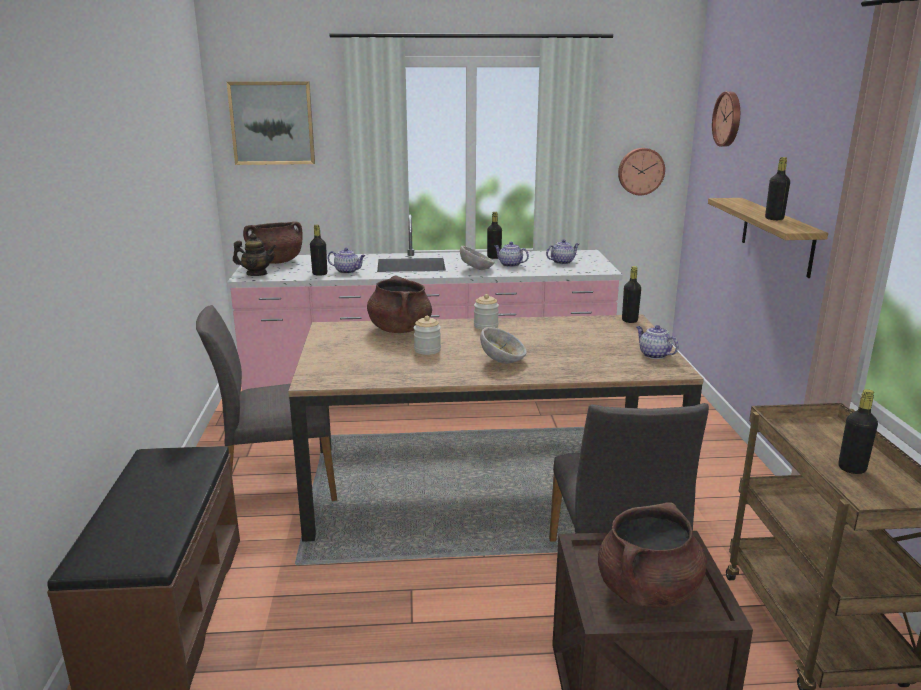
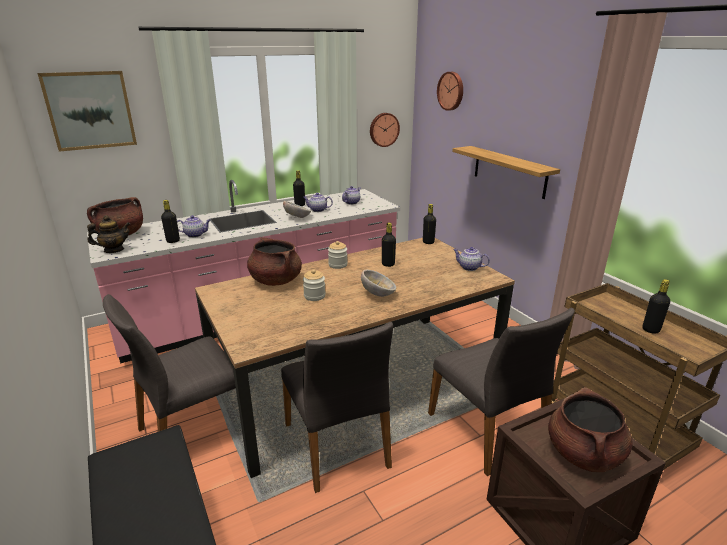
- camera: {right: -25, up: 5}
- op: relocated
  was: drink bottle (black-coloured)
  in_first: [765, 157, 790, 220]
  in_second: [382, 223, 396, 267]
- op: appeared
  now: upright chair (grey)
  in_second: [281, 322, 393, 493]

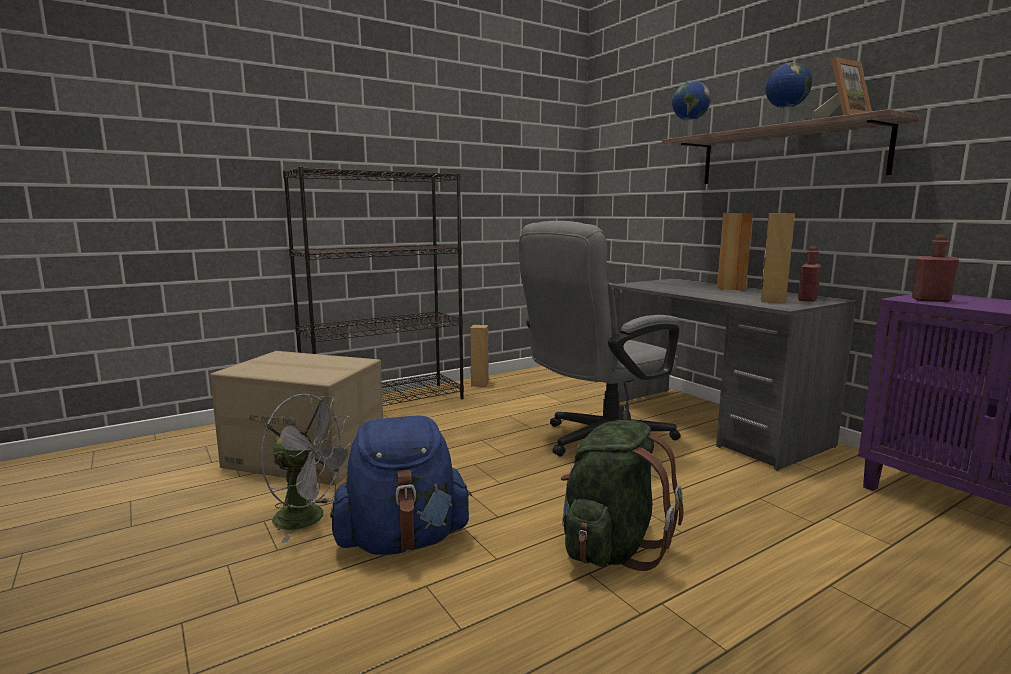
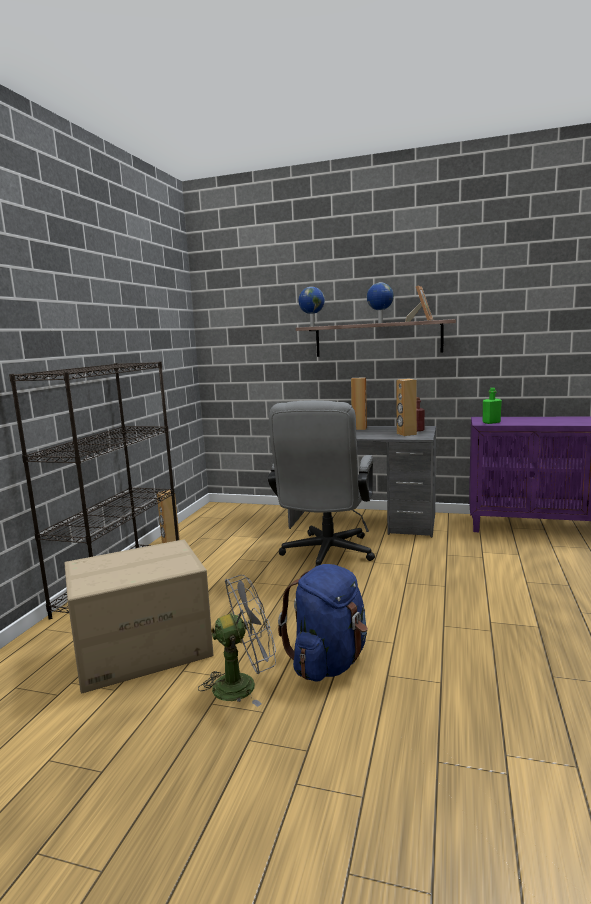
- camera: {right: -40, up: 0}
- op: missing
  was: rucksack (greenish)
  in_first: [561, 420, 684, 571]
- op: colour
  was: drink bottle (reddish)
  now: drink bottle (greenish)
  in_first: [912, 235, 959, 302]
  in_second: [483, 388, 502, 424]

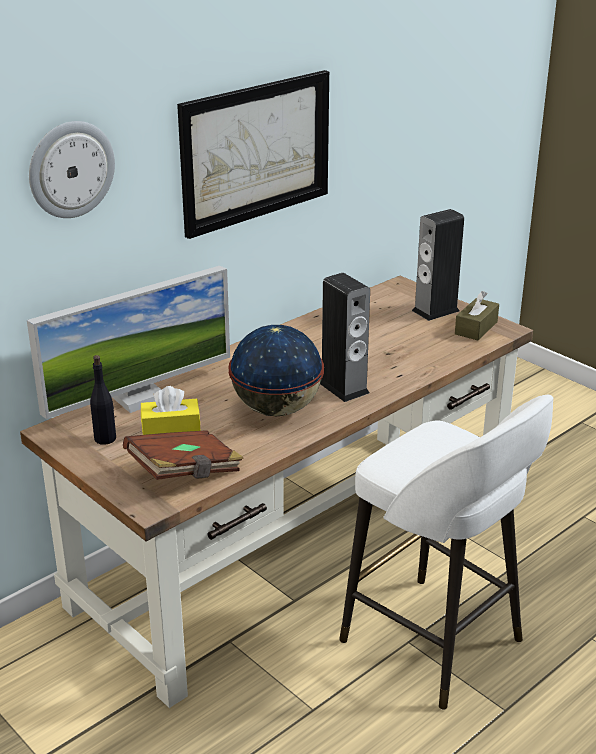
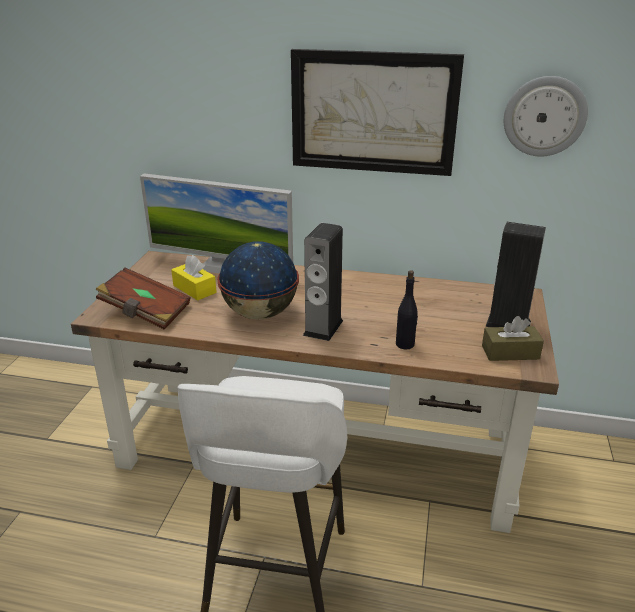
- camera: {right: 55, up: 0}
- op: relocated
  was: hanging clock
  in_first: [29, 121, 115, 218]
  in_second: [504, 76, 588, 156]
- op: relocated
  was: drink bottle (black-coloured)
  in_first: [90, 355, 116, 445]
  in_second: [396, 270, 418, 349]

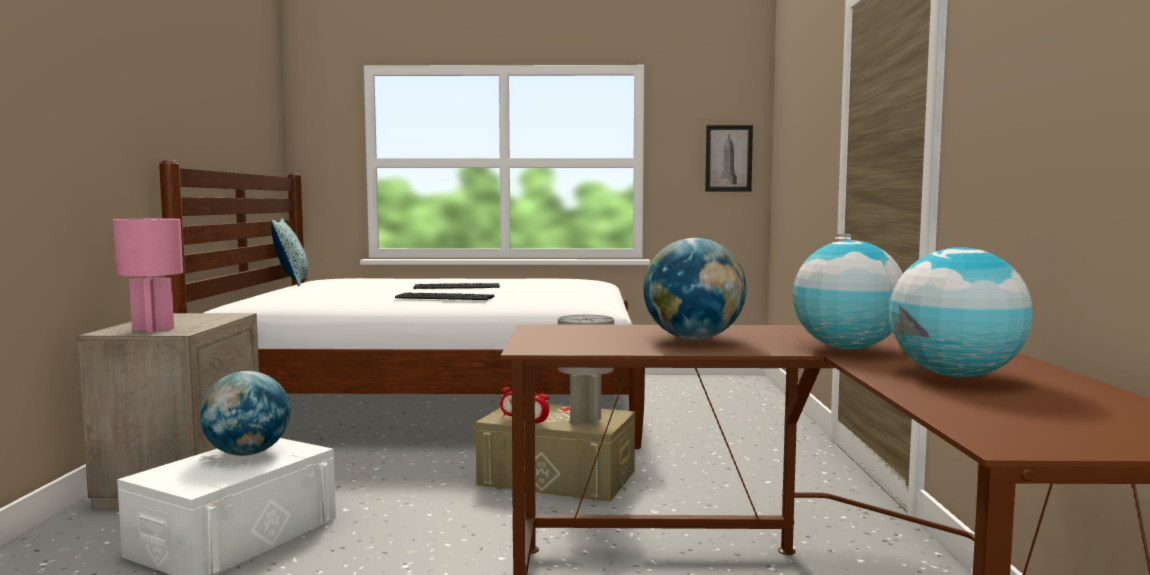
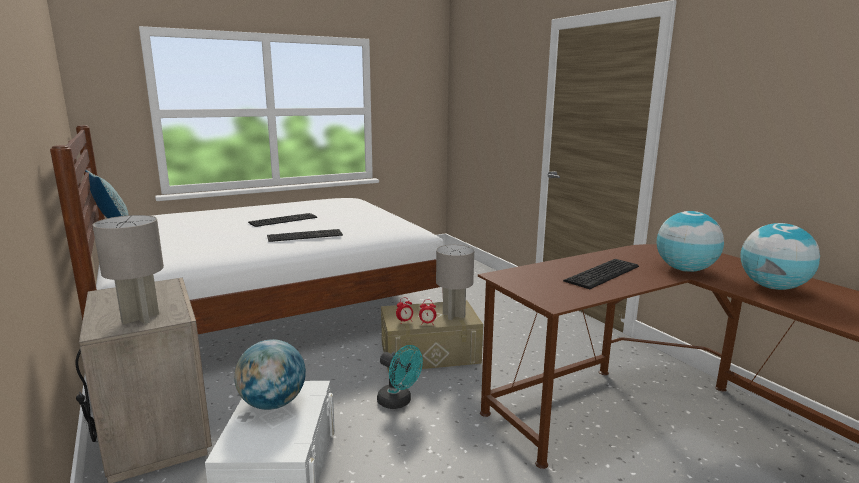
- camera: {right: -30, up: 10}
- op: colour
  was: lamp for a table (pink-coloured)
  now: lamp for a table (grey)
  in_first: [113, 219, 183, 333]
  in_second: [93, 215, 164, 324]
- op: exchanged
  was: globe
  now: keyboard
  in_first: [643, 238, 746, 340]
  in_second: [563, 259, 639, 289]
- op: missing
  was: wall picture
  in_first: [705, 125, 753, 191]
- op: appeared
  now: fan (blue-green)
  in_second: [377, 345, 423, 409]

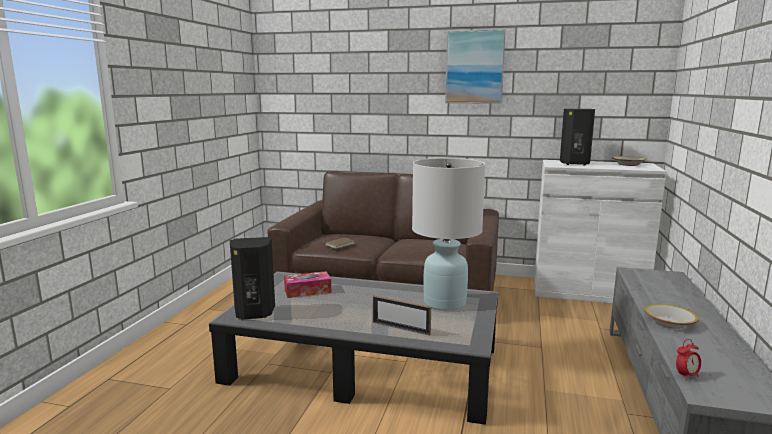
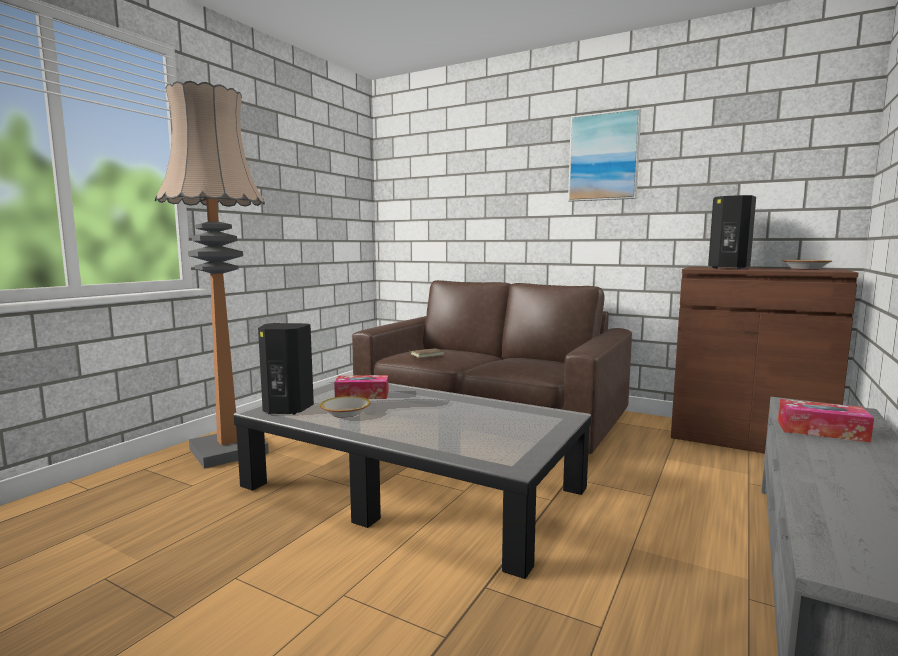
- camera: {right: 15, up: -5}
- op: missing
  was: photo frame
  in_first: [373, 295, 431, 336]
- op: missing
  was: lamp for a table (whitish)
  in_first: [412, 158, 486, 311]
- op: colour
  was: cabinet (whitish)
  now: cabinet (brownish)
  in_first: [534, 160, 667, 304]
  in_second: [671, 267, 858, 453]
- op: relocated
  was: deep dish
  in_first: [644, 304, 699, 328]
  in_second: [320, 396, 371, 418]
- op: missing
  was: bedside clock
  in_first: [676, 339, 701, 381]
- op: appeared
  now: floor lamp
  in_second: [155, 81, 269, 469]
- op: appeared
  now: box of tissues
  in_second: [778, 399, 874, 442]

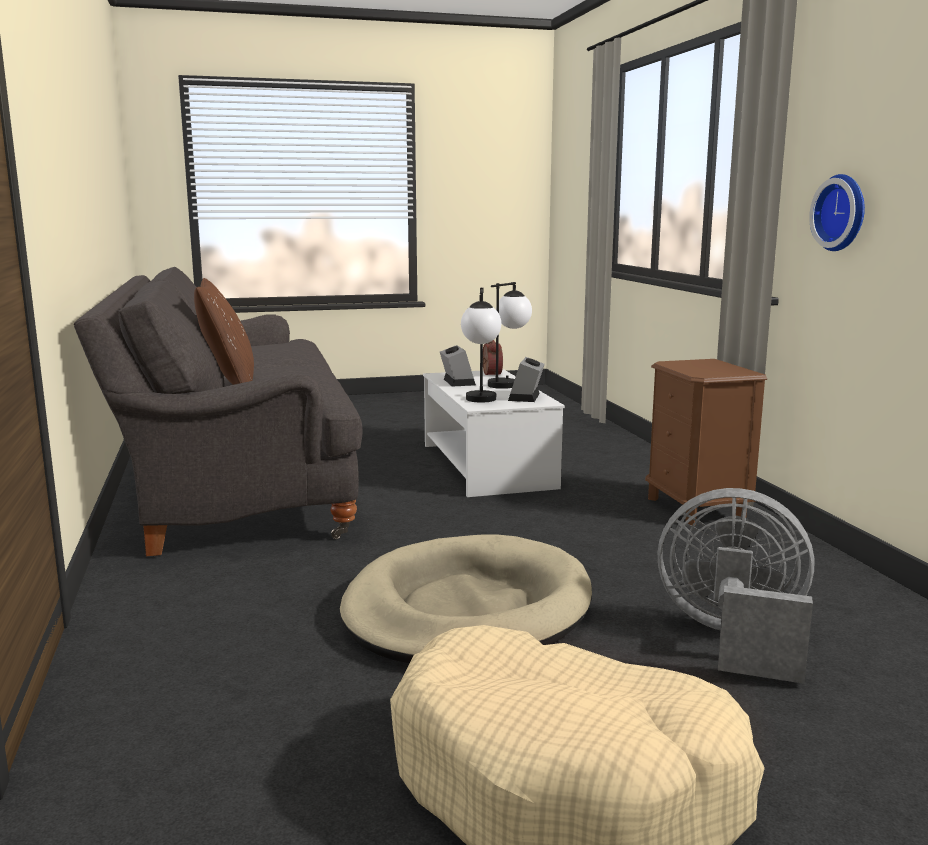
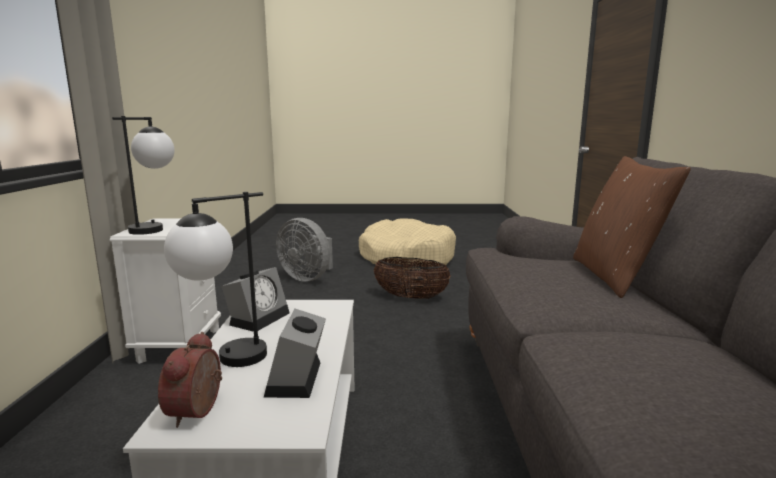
- camera: {right: -165, up: 0}
- op: exchanged
  was: pet bed (beige)
  now: household basket
  in_first: [340, 534, 592, 664]
  in_second: [374, 257, 451, 299]
- op: relocated
  was: lamp for a table
  in_first: [461, 288, 501, 403]
  in_second: [112, 116, 175, 235]
- op: colour
  was: bedside table (brownish)
  now: bedside table (whitish)
  in_first: [645, 359, 767, 525]
  in_second: [110, 218, 221, 364]
- op: missing
  was: hanging clock
  in_first: [809, 174, 865, 251]

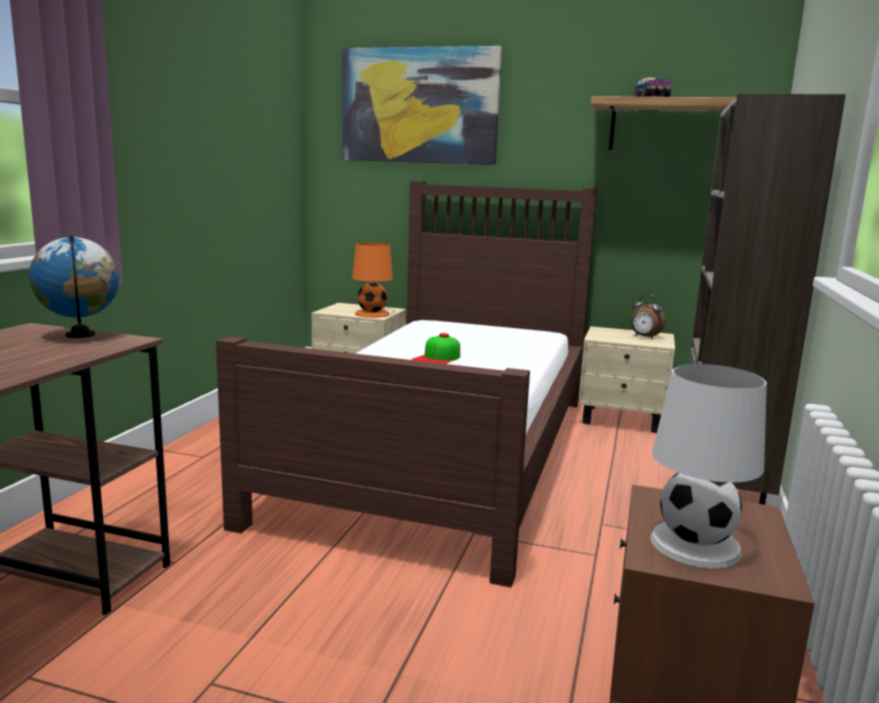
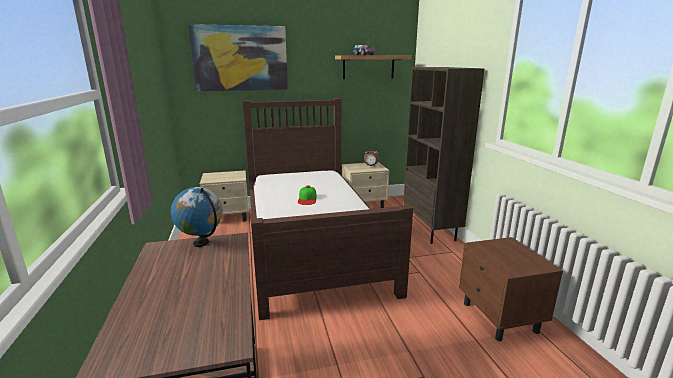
- camera: {right: -30, up: 5}
- op: missing
  was: lamp for a table (orange)
  in_first: [352, 242, 393, 318]
- op: missing
  was: lamp for a table (whitish)
  in_first: [650, 364, 767, 568]

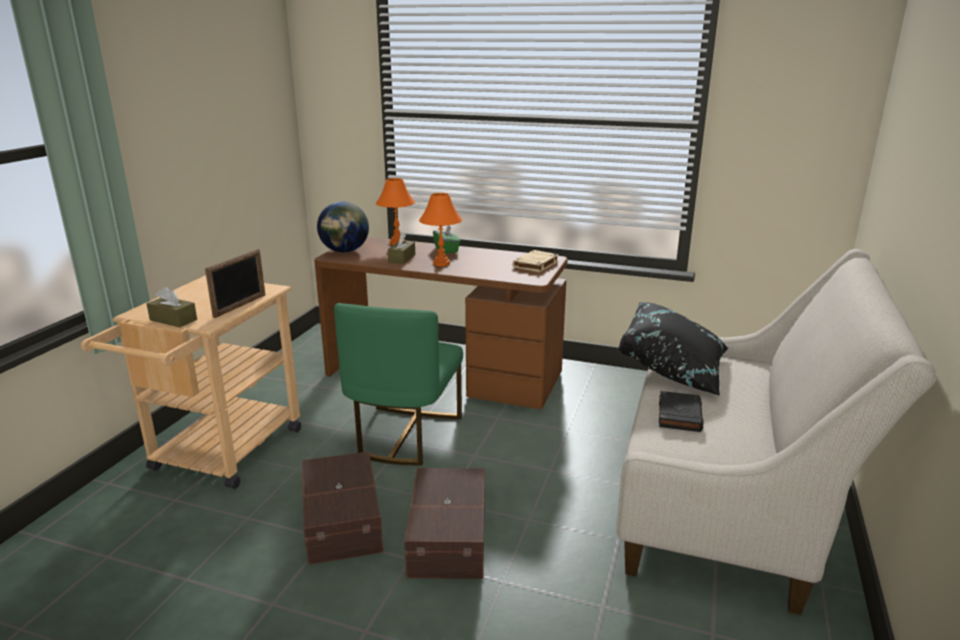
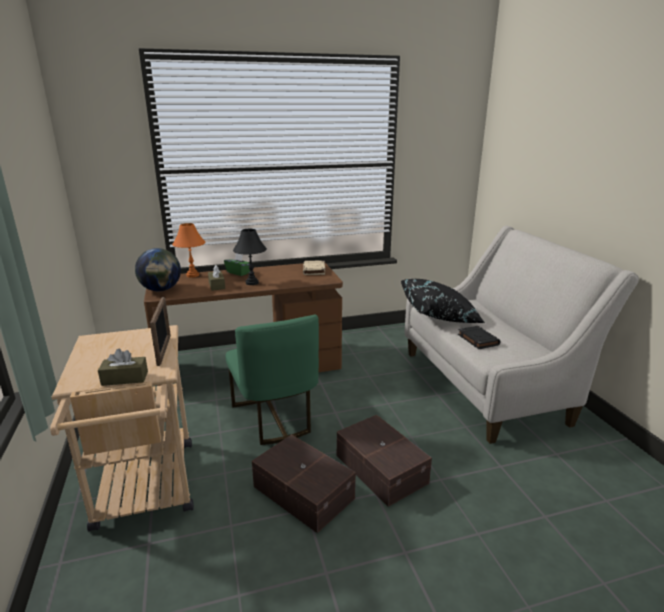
- camera: {right: -35, up: 0}
- op: colour
  was: lamp for a table (orange)
  now: lamp for a table (black-coloured)
  in_first: [419, 193, 462, 266]
  in_second: [233, 229, 267, 285]

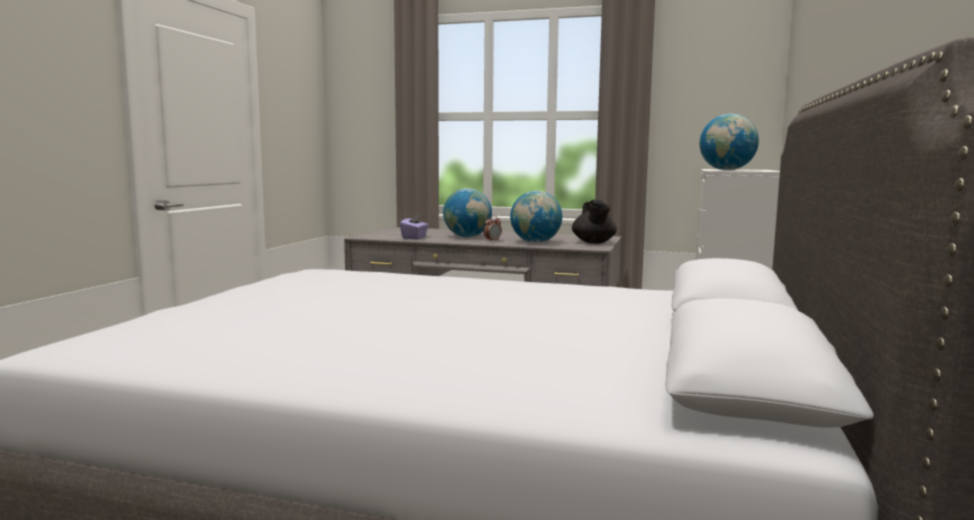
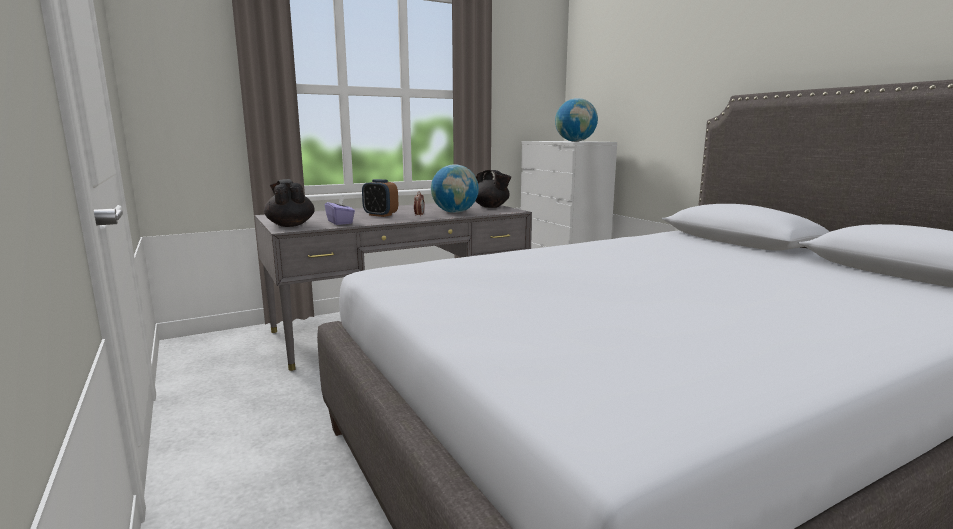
- camera: {right: -45, up: 5}
- op: exchanged
  was: globe
  now: bedside clock
  in_first: [443, 188, 492, 237]
  in_second: [362, 179, 398, 217]
- op: appeared
  now: pot for tea (black-coloured)
  in_second: [264, 179, 315, 227]

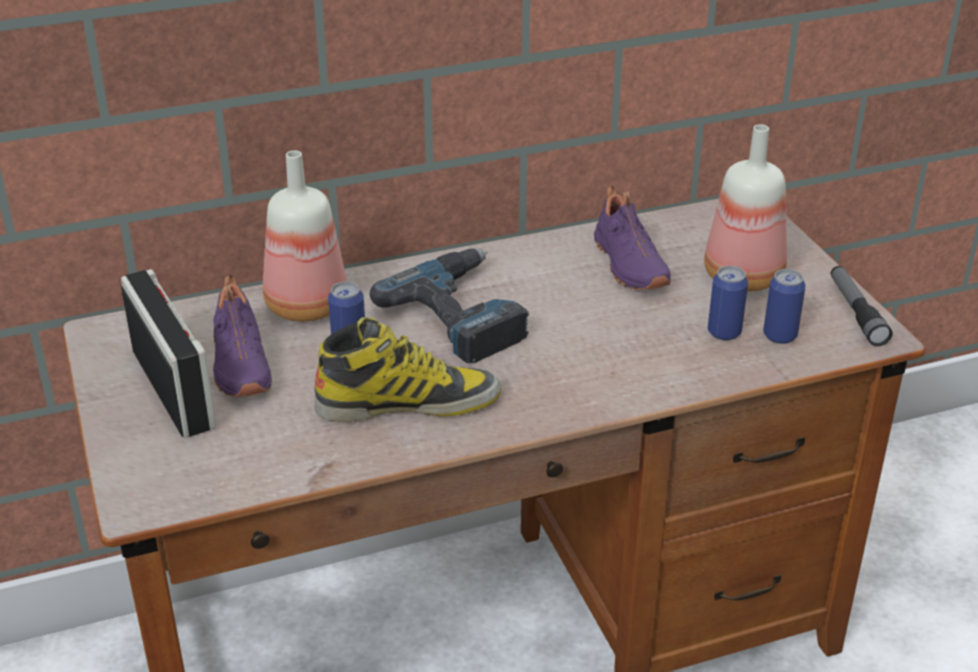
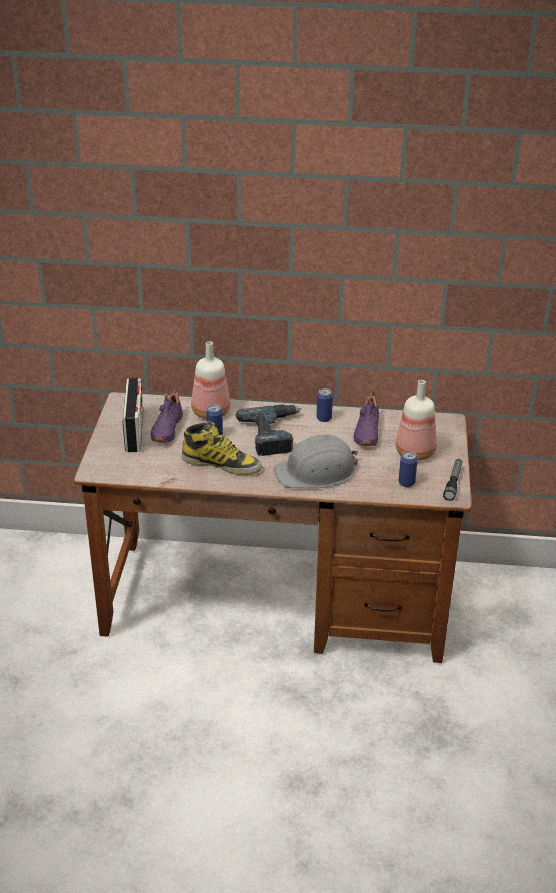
- camera: {right: 25, up: 0}
- op: relocated
  was: sealed can
  in_first: [708, 266, 748, 341]
  in_second: [316, 388, 333, 422]
- op: appeared
  now: work helmet (grey)
  in_second: [274, 435, 358, 488]

